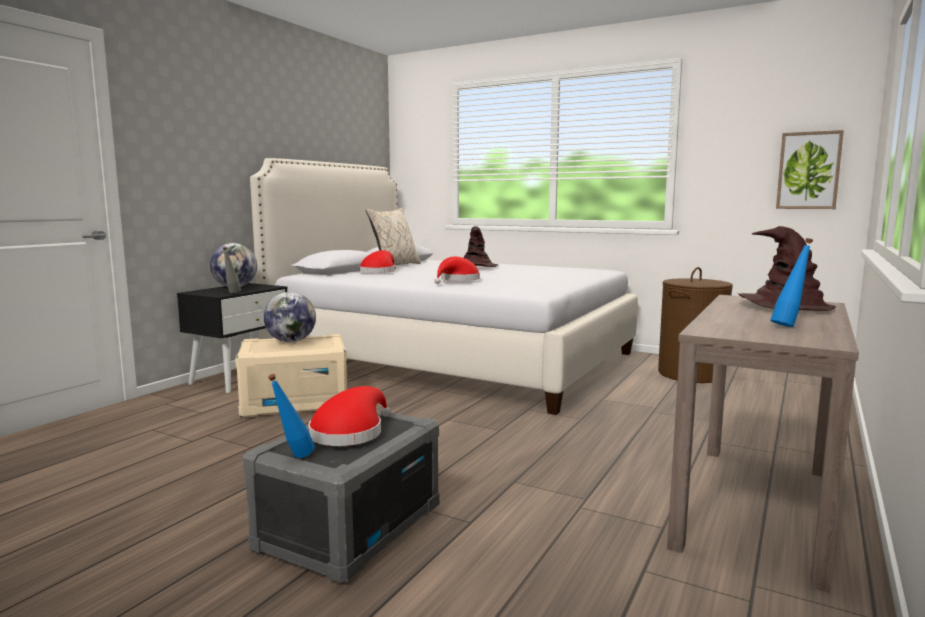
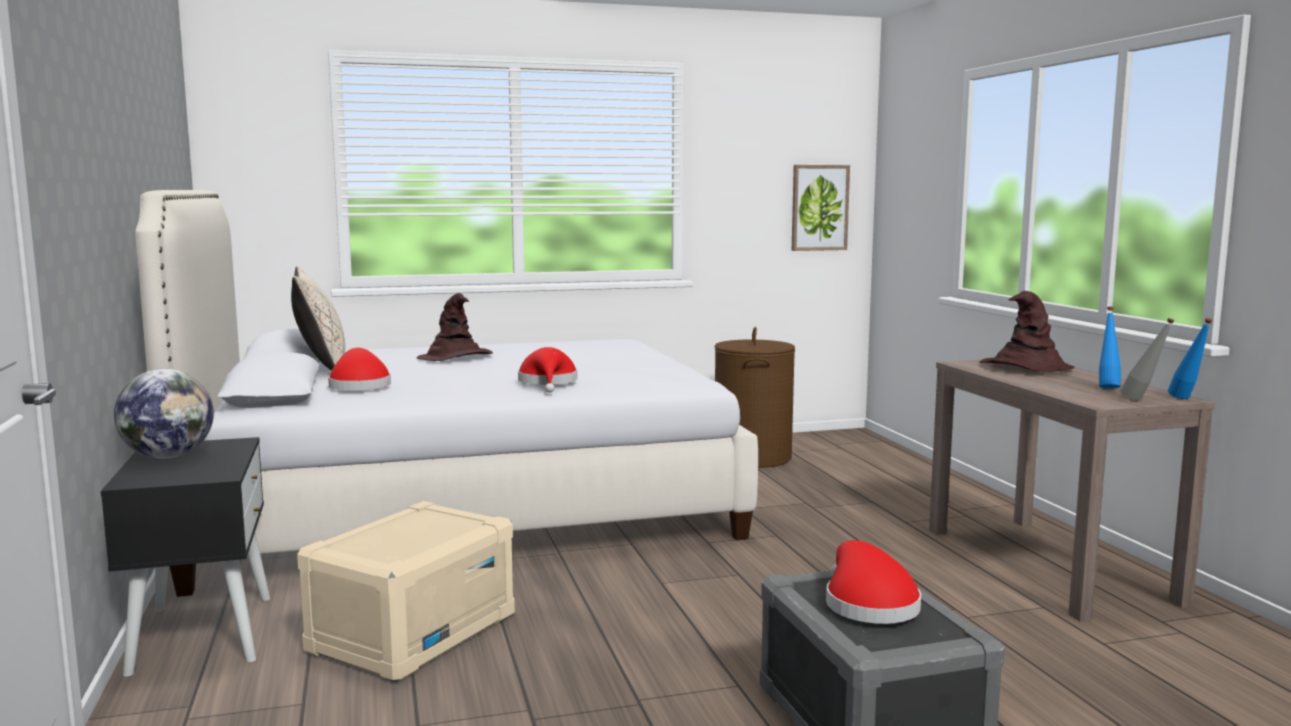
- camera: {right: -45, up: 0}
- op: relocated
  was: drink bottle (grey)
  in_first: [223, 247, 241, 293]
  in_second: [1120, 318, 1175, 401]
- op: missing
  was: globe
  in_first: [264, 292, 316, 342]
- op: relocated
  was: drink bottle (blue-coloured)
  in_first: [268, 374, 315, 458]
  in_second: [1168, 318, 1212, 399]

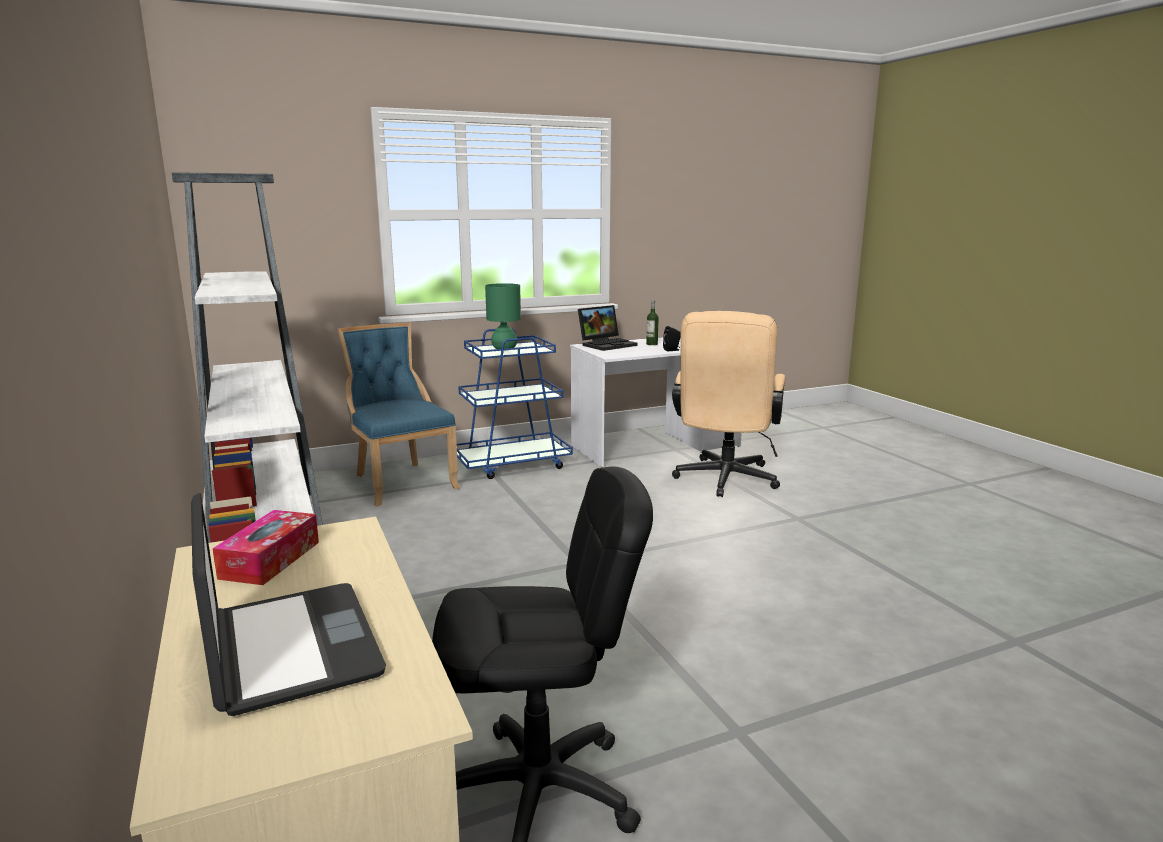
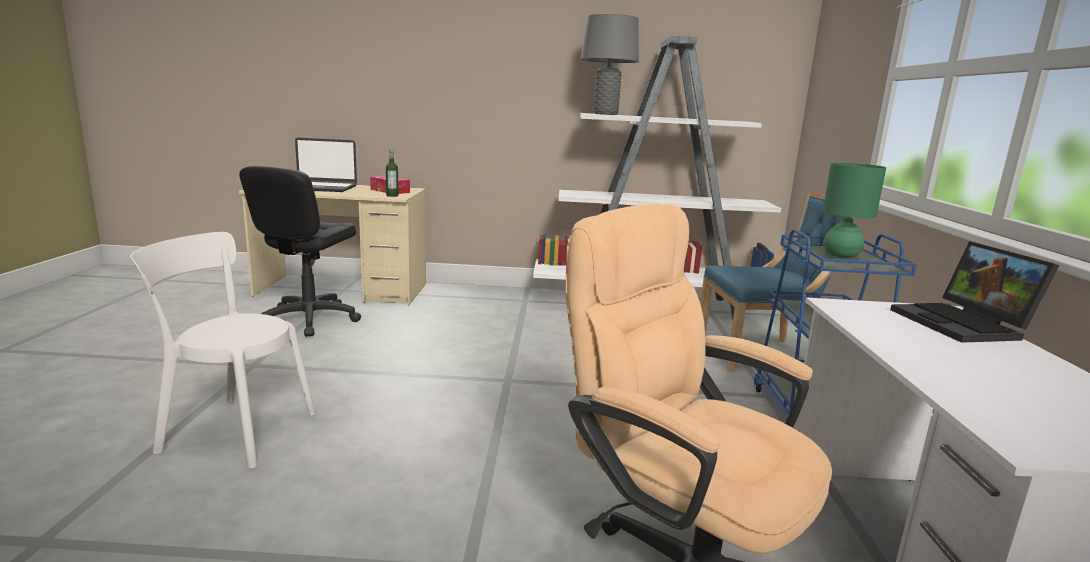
- camera: {right: 115, up: 0}
- op: relocated
  was: drink bottle
  in_first: [646, 300, 659, 345]
  in_second: [386, 150, 399, 197]
- op: missing
  was: loudspeaker (black-coloured)
  in_first: [663, 326, 681, 351]
- op: appeared
  now: upright chair (whitish)
  in_second: [130, 232, 316, 468]
- op: appeared
  now: lamp for a table (grey)
  in_second: [581, 14, 639, 115]

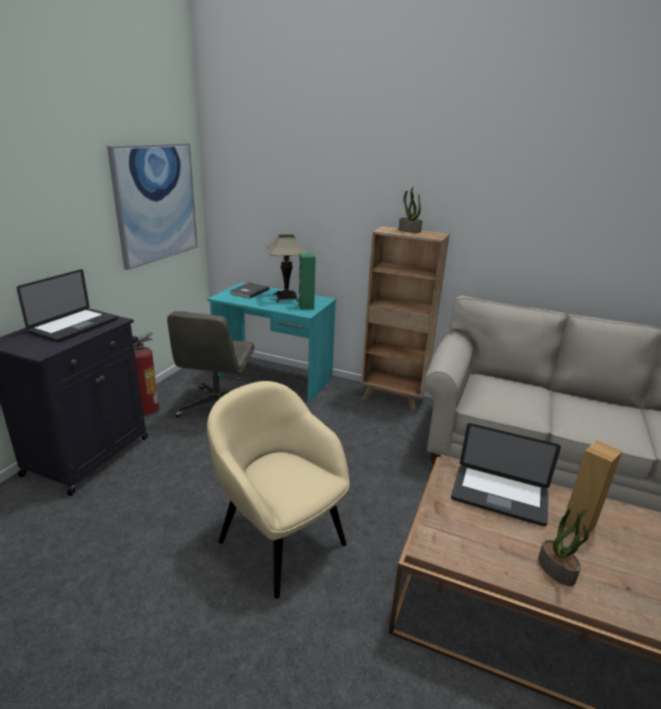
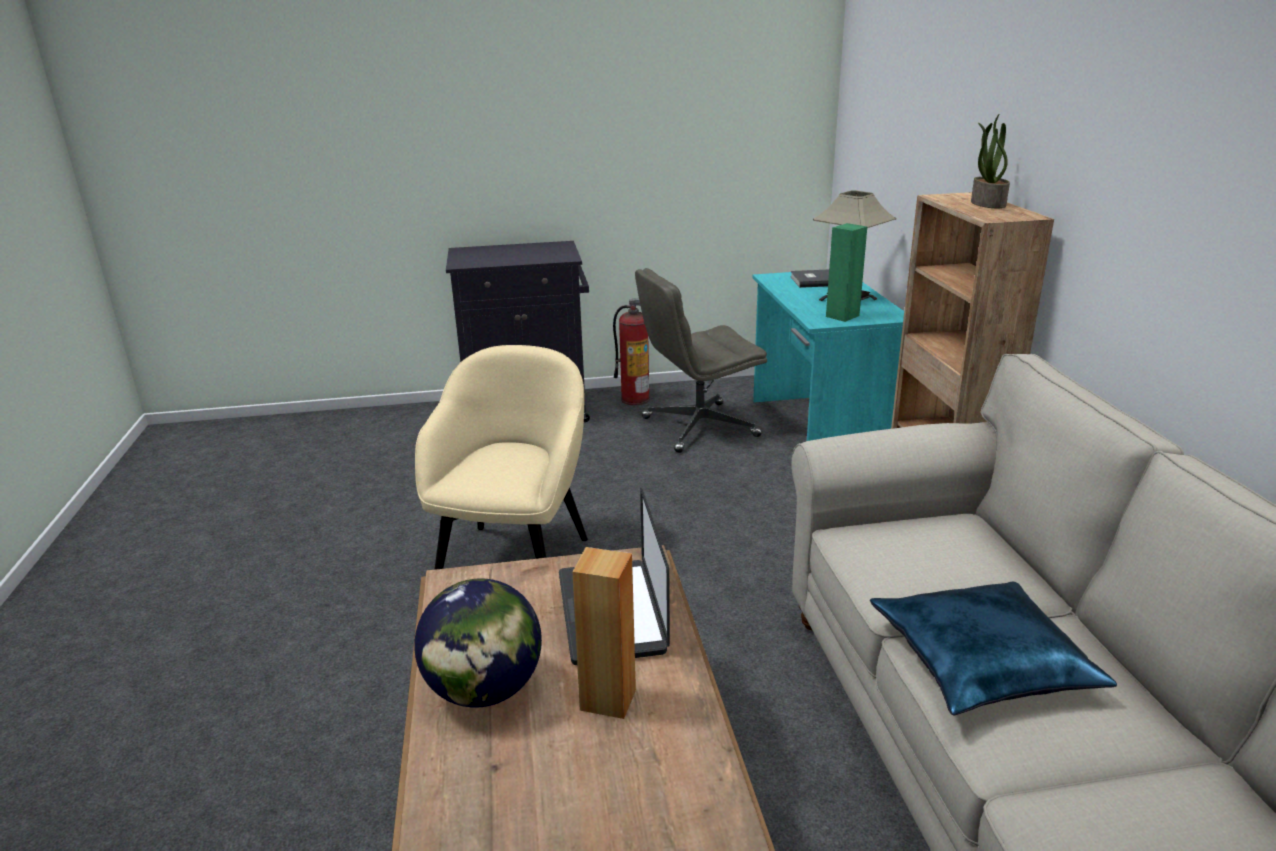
- camera: {right: 60, up: 0}
- op: missing
  was: notebook computer
  in_first: [16, 269, 118, 342]
- op: missing
  was: wall picture
  in_first: [107, 143, 198, 270]
- op: exchanged
  was: plant in a pot
  now: globe
  in_first: [538, 509, 589, 586]
  in_second: [414, 578, 542, 708]
- op: appeared
  now: throw pillow (blue-coloured)
  in_second: [870, 582, 1117, 716]

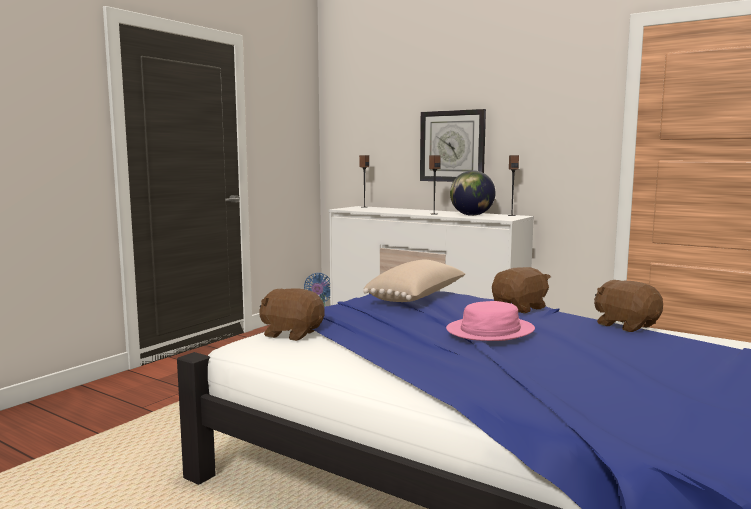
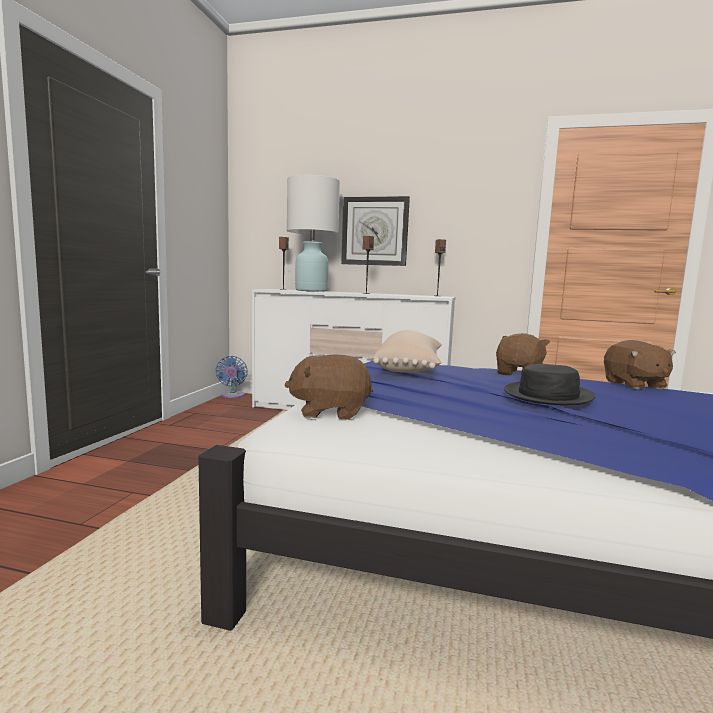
- camera: {right: -20, up: 0}
- op: colour
  was: wearable hat (pink-coloured)
  now: wearable hat (black-coloured)
  in_first: [446, 301, 535, 341]
  in_second: [504, 364, 596, 405]
- op: missing
  was: globe
  in_first: [450, 170, 495, 216]
- op: spun
  was: soft toy (brownish)
  in_first: [594, 280, 663, 332]
  in_second: [604, 340, 676, 390]
  clockwise: -135
- op: appeared
  now: lamp for a table (whitish)
  in_second: [287, 175, 340, 292]

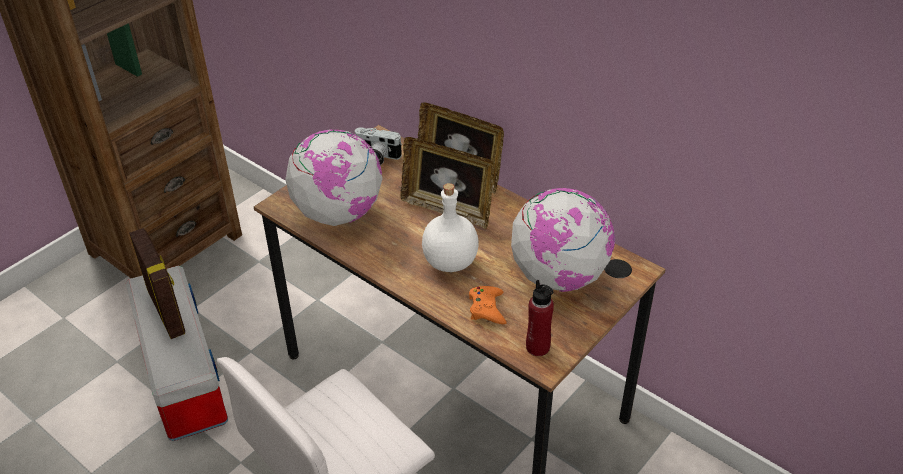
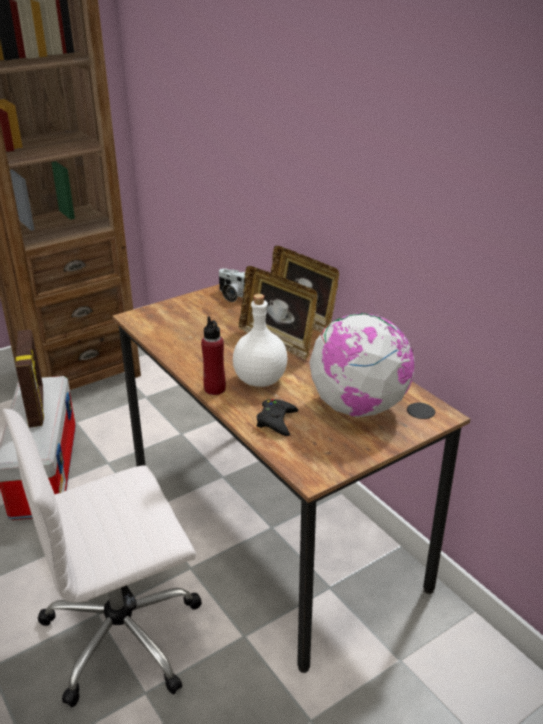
- camera: {right: 15, up: -10}
- op: missing
  was: globe
  in_first: [285, 130, 383, 226]
- op: colour
  was: joypad (orange)
  now: joypad (black-coloured)
  in_first: [469, 286, 507, 324]
  in_second: [257, 399, 298, 436]
- op: relocated
  was: drink bottle (reddish)
  in_first: [526, 280, 554, 356]
  in_second: [201, 316, 226, 395]

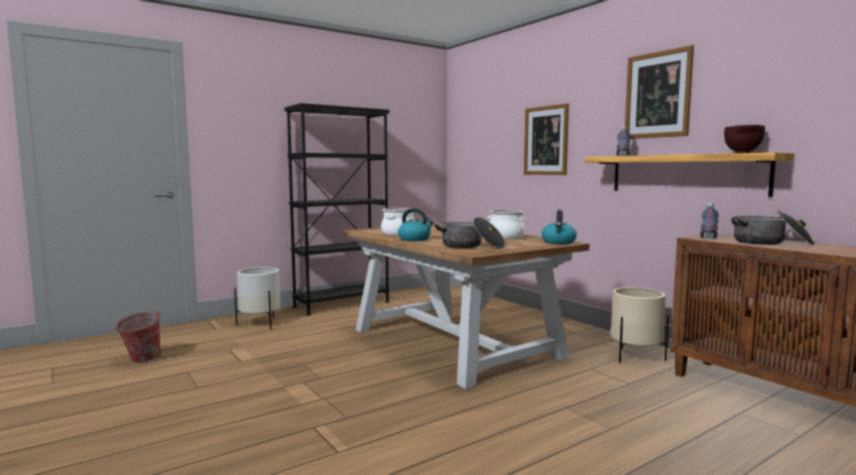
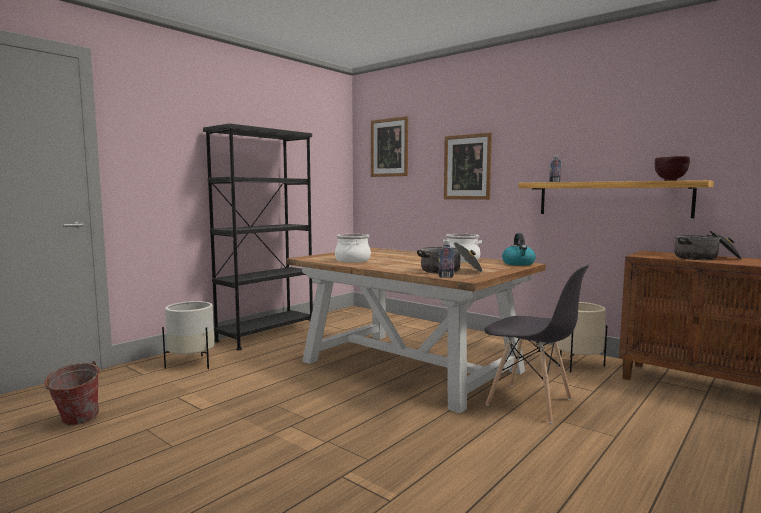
- camera: {right: -15, up: 0}
- op: missing
  was: water kettle
  in_first: [398, 208, 434, 241]
- op: relocated
  was: wall picture
  in_first: [625, 45, 694, 139]
  in_second: [371, 116, 408, 177]
- op: relocated
  was: drink bottle
  in_first: [700, 202, 719, 239]
  in_second: [438, 241, 455, 278]
- op: appeared
  now: upright chair (grey)
  in_second: [485, 264, 590, 423]

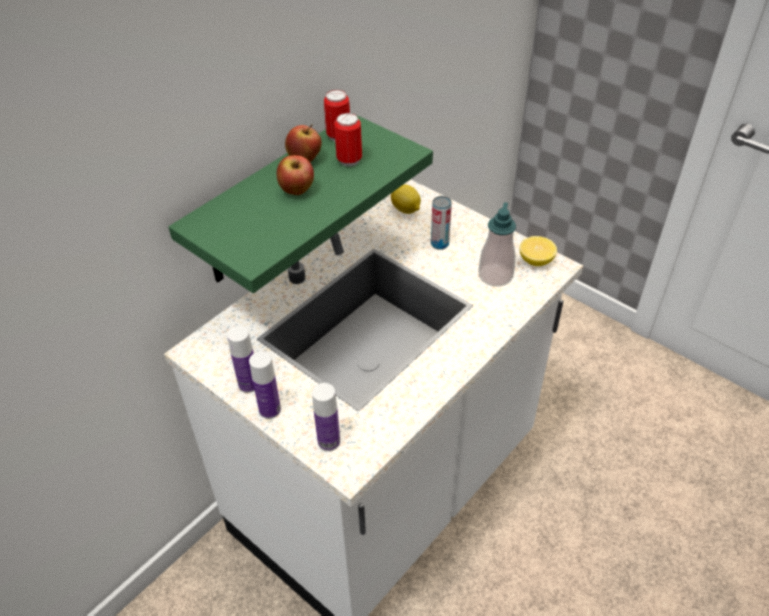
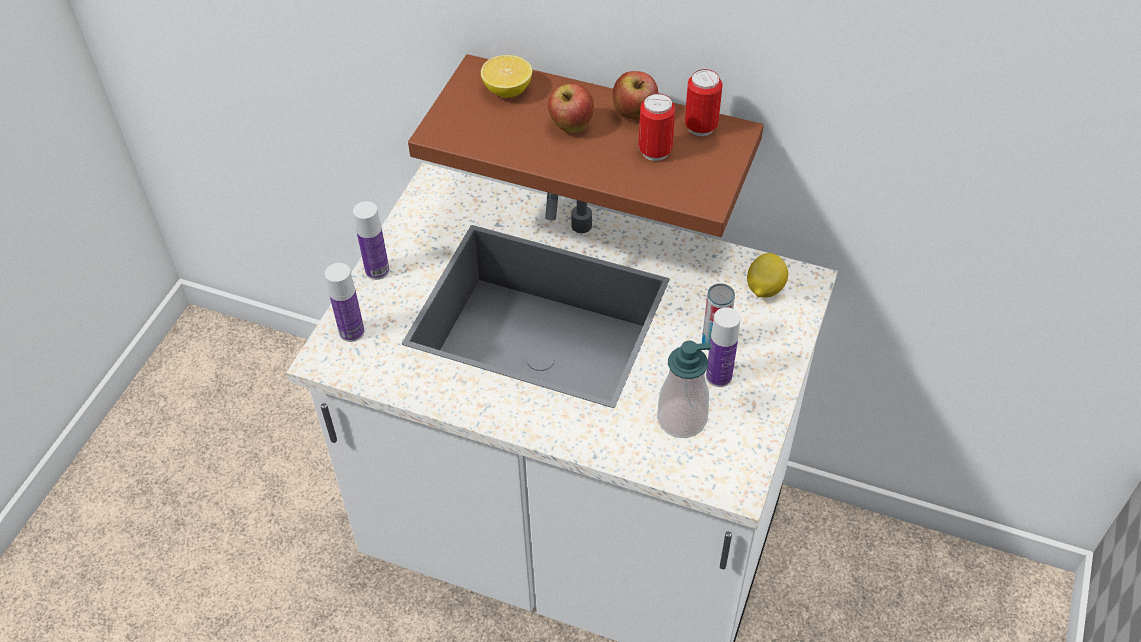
- camera: {right: 70, up: 5}
- op: colour
  was: bracket shelf (greenish)
  now: bracket shelf (brownish)
  in_first: [168, 113, 433, 293]
  in_second: [408, 54, 764, 237]
- op: relocated
  was: drink bottle
  in_first: [227, 326, 255, 393]
  in_second: [706, 307, 740, 387]
- op: relocated
  was: citrus fruit
  in_first: [519, 236, 557, 266]
  in_second: [481, 55, 532, 98]

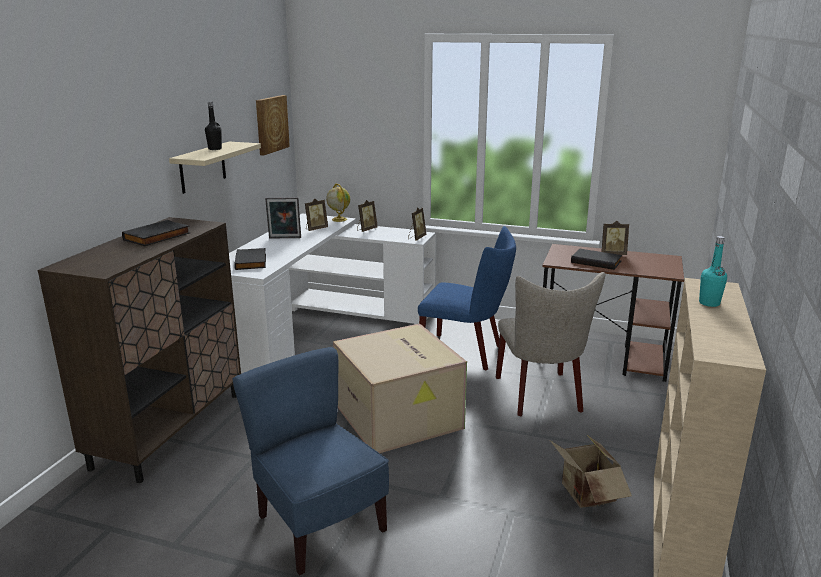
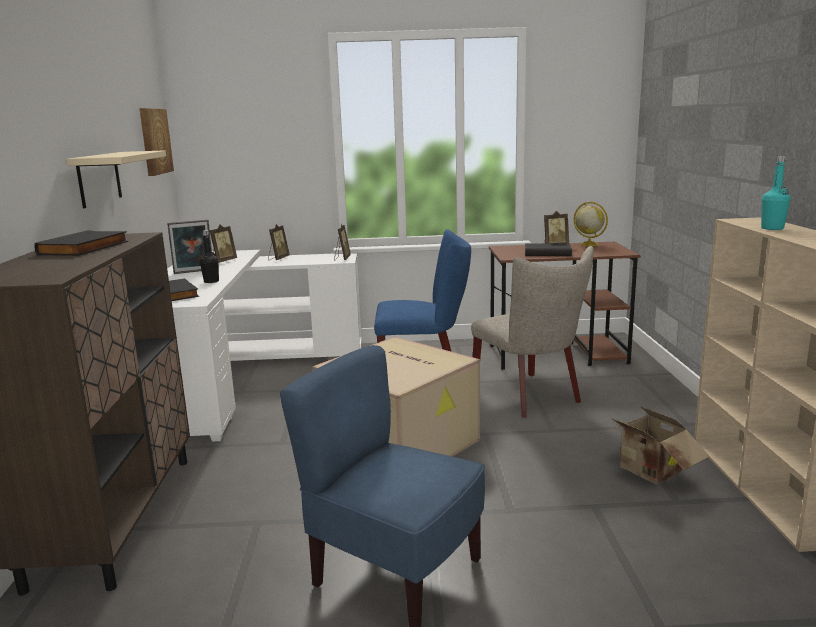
- camera: {right: -20, up: -5}
- op: relocated
  was: drink bottle (black-coloured)
  in_first: [205, 101, 222, 150]
  in_second: [200, 230, 219, 283]
- op: relocated
  was: globe
  in_first: [326, 184, 350, 222]
  in_second: [574, 202, 608, 246]

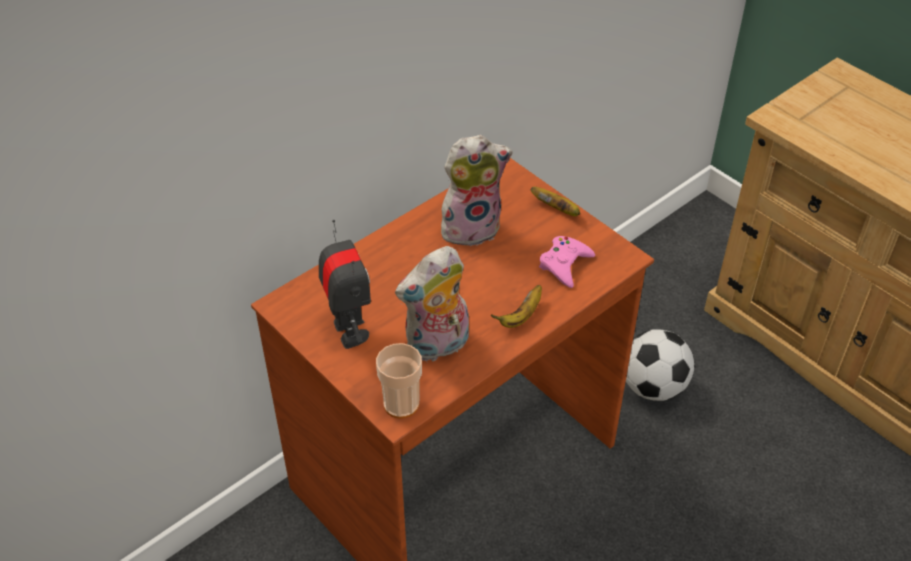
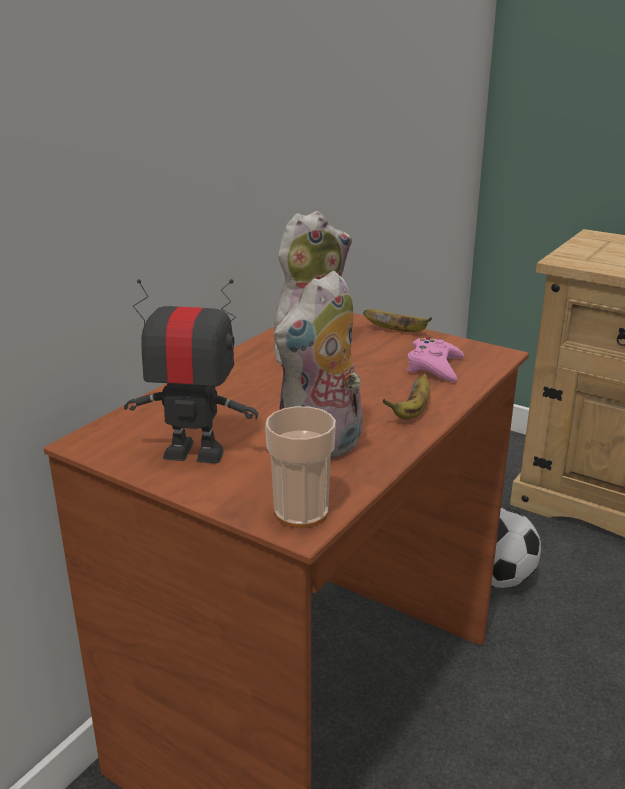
- camera: {right: -15, up: -20}
- op: spun
  was: model robot
  in_first: [319, 220, 371, 349]
  in_second: [124, 279, 258, 463]
  clockwise: -45

